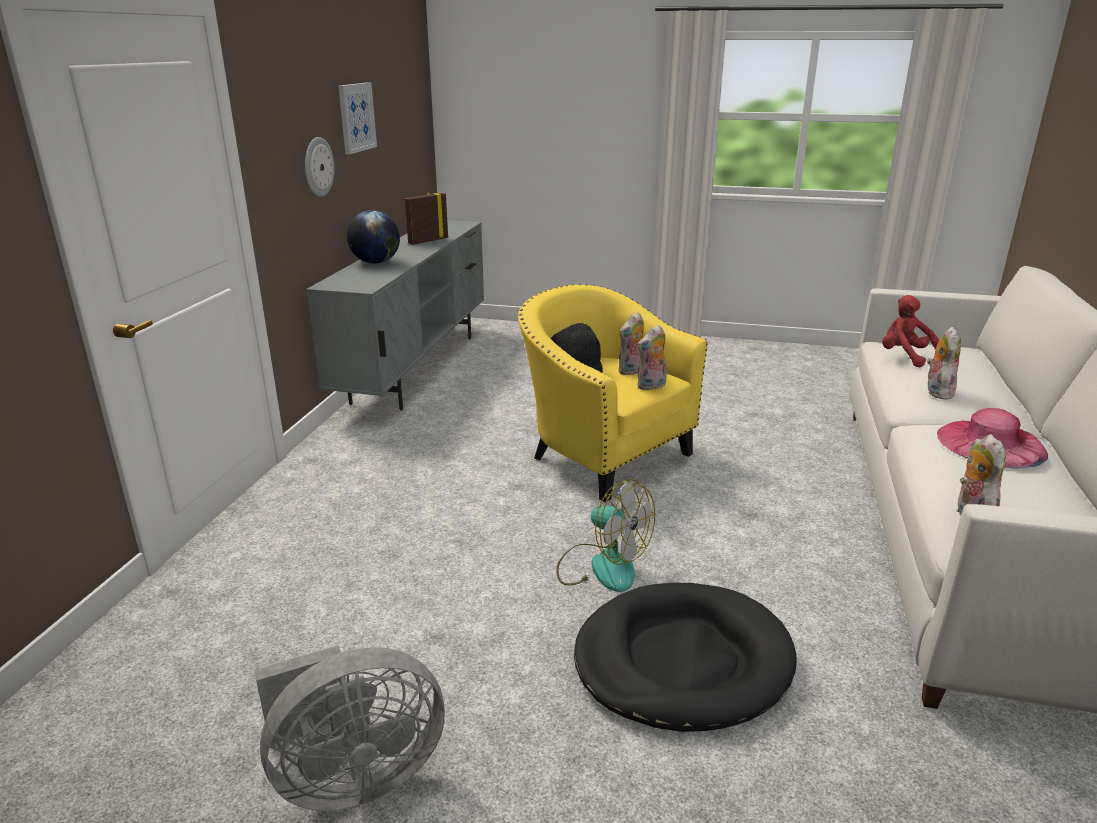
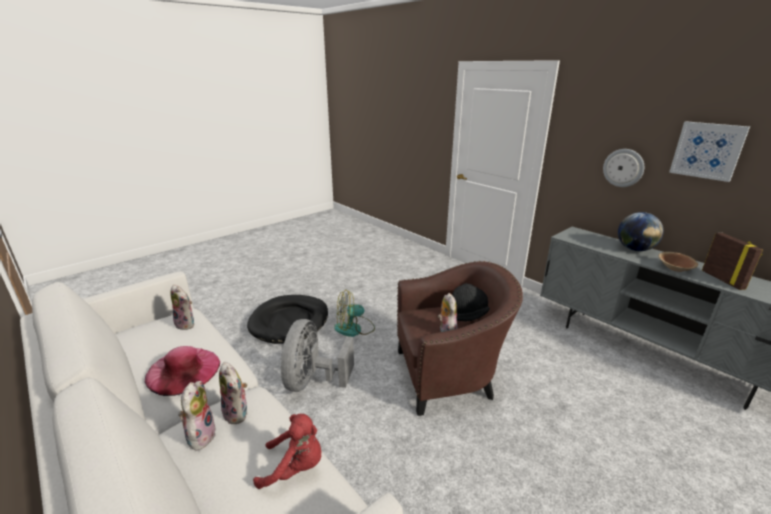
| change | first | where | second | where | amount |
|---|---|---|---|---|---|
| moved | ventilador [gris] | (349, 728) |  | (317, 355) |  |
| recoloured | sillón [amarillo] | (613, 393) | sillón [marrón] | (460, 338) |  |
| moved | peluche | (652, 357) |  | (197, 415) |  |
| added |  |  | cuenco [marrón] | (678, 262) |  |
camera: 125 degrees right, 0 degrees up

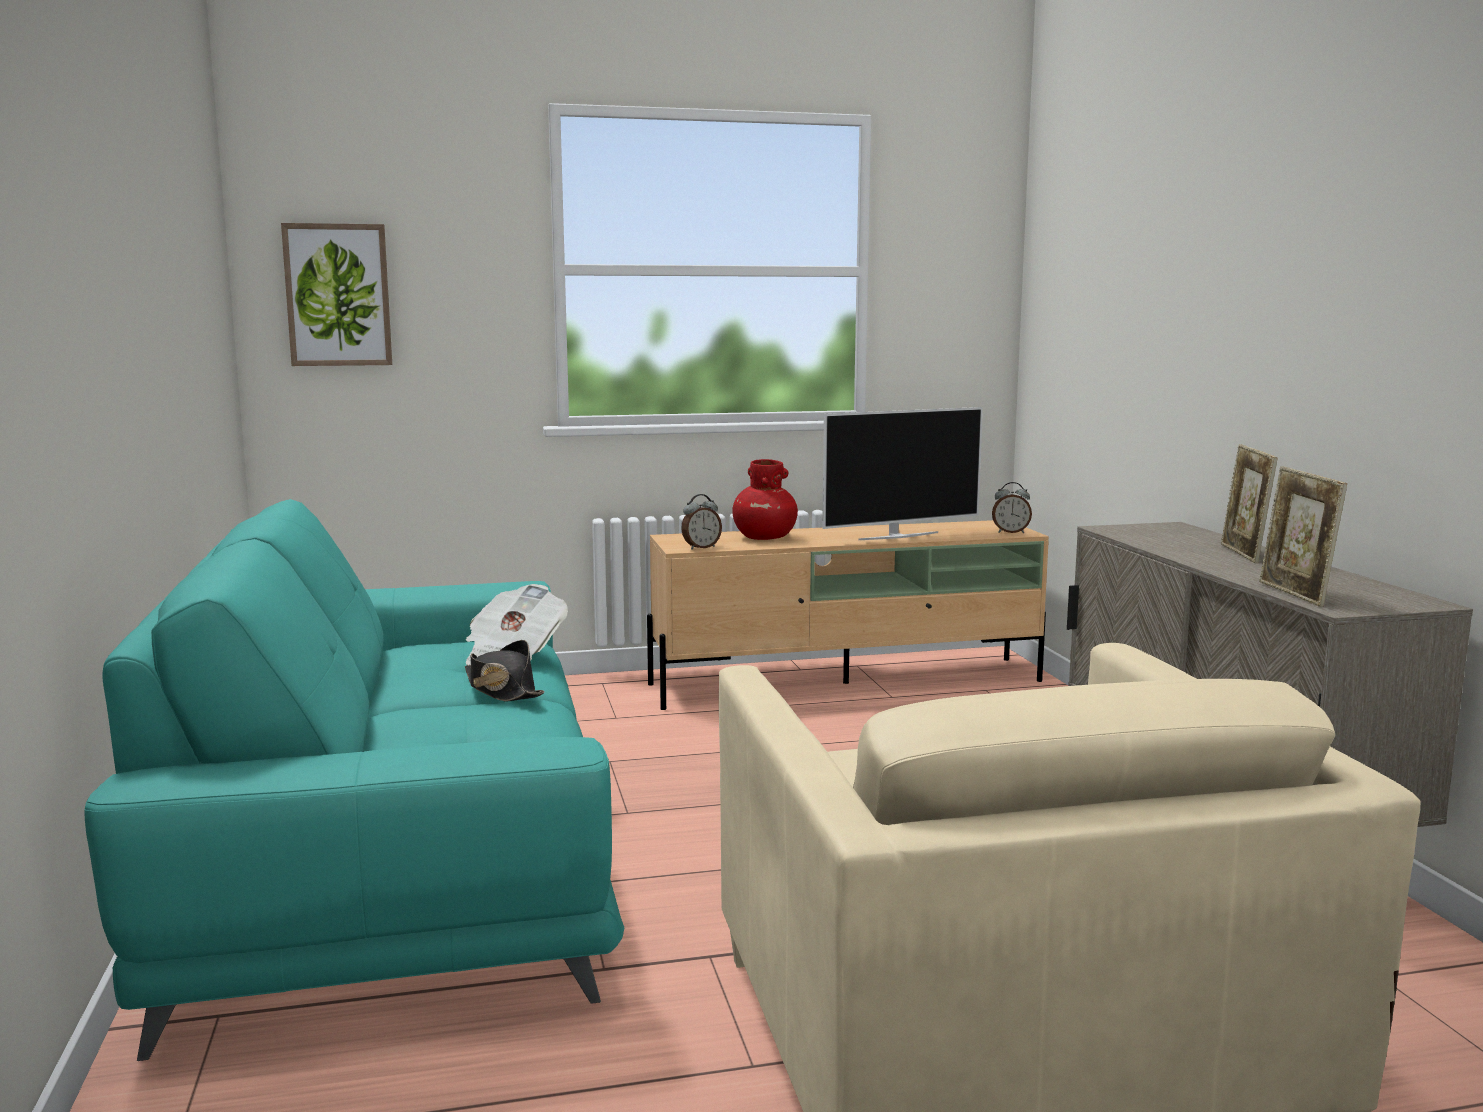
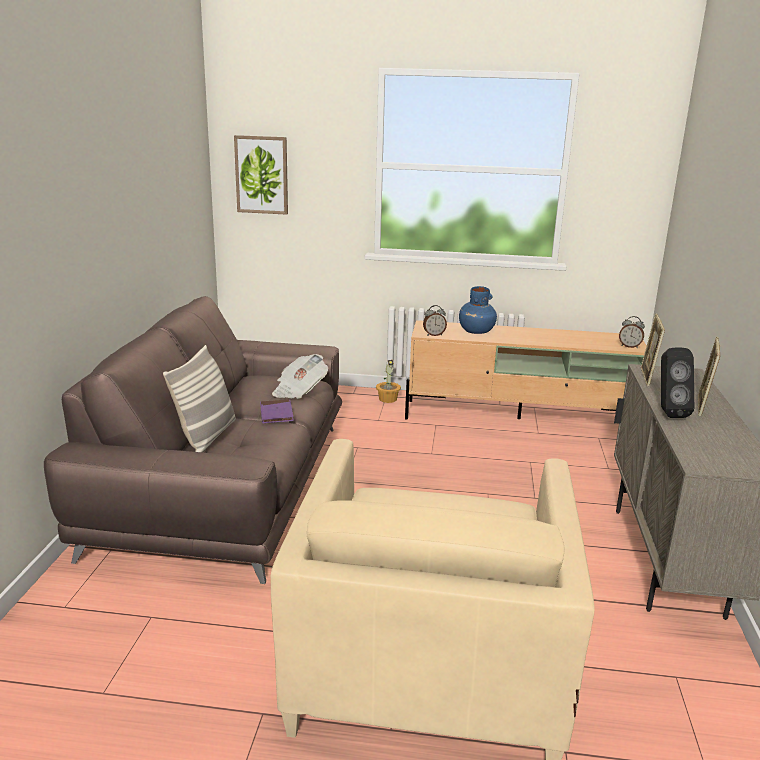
| change | first | where | second | where | amount |
|---|---|---|---|---|---|
| recoloured | sofá [turquesa] | (354, 780) | sofá [marrón] | (193, 440) |  |
| replaced | sombrero [negro] | (504, 671) | libro [morado] | (277, 411) |  |
| recoloured | florero [rojo] | (765, 499) | florero [azul] | (478, 310) |  |
| removed | televisor | (902, 473) |  |  |  |
| moved | portarretratos | (1303, 536) |  | (653, 349) |  |
| added |  |  | cojín | (199, 399) |  |
| added |  |  | planta en maceta | (388, 381) |  |
| added |  |  | altavoz [negro] | (677, 382) |  |
camera: 20 degrees right, 10 degrees up

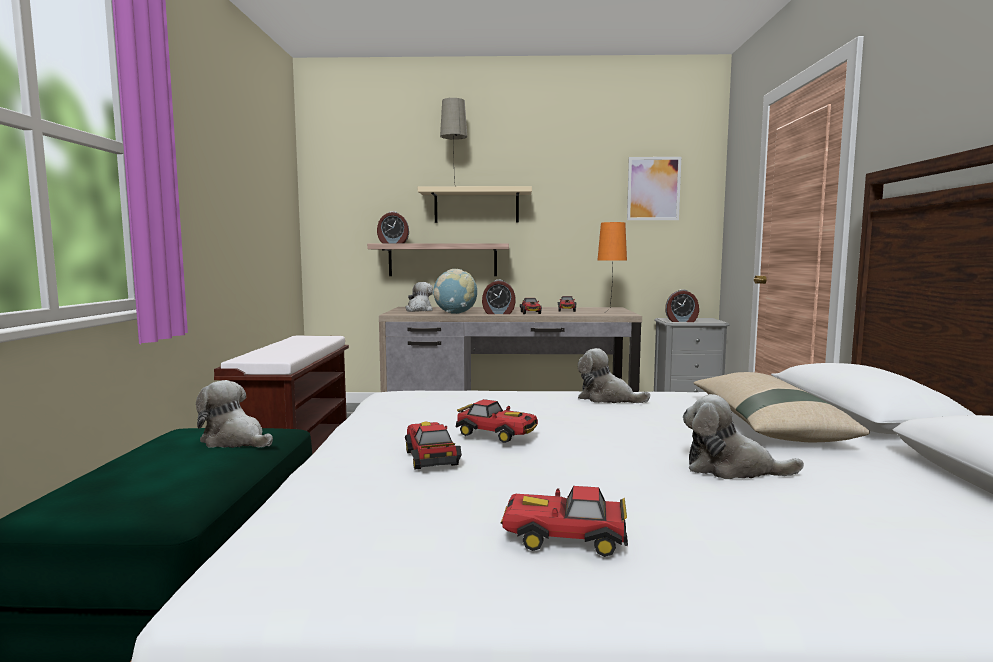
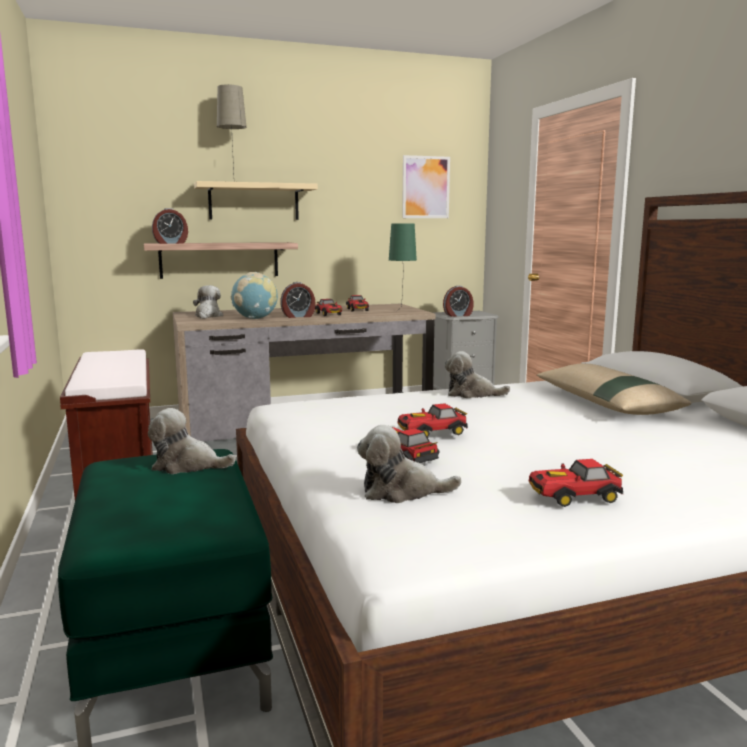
| change | first | where | second | where | amount |
|---|---|---|---|---|---|
| turned | coche de juguete | (497, 421) |  | (432, 420) | 150 degrees clockwise |
| recoloured | lámpara de mesa [naranja] | (612, 267) | lámpara de mesa [verde] | (403, 267) |  |
| moved | peluche | (743, 436) |  | (409, 464) |  |
camera: 20 degrees left, 5 degrees up

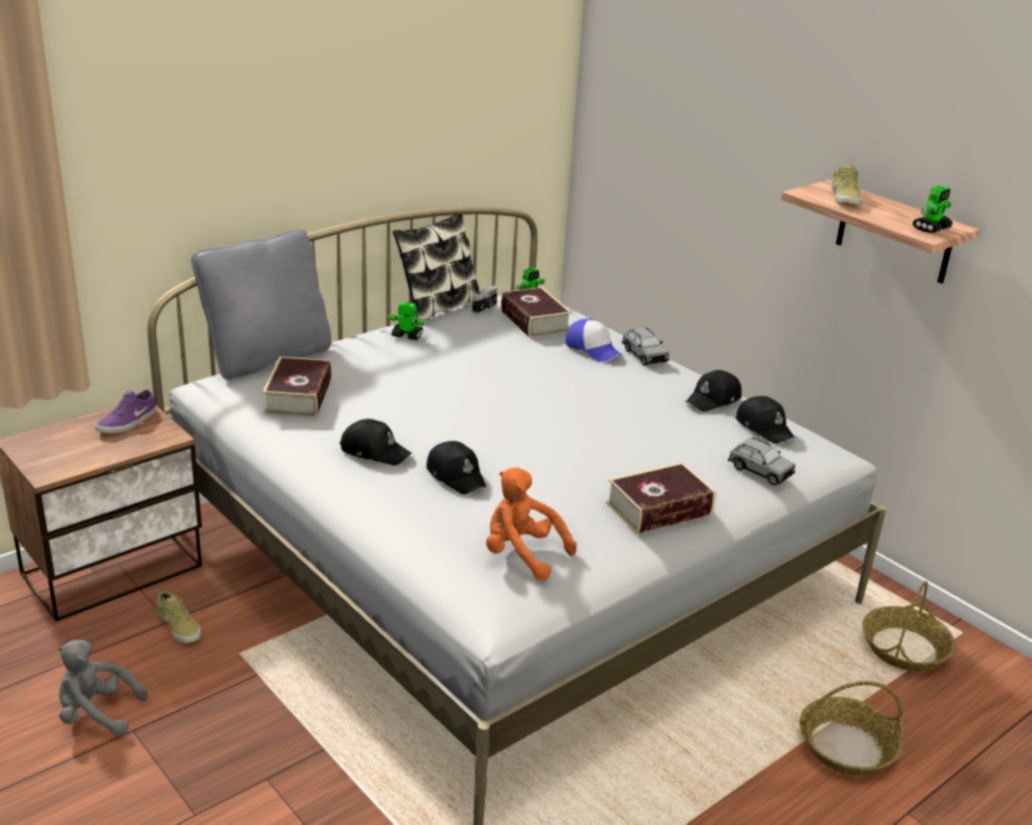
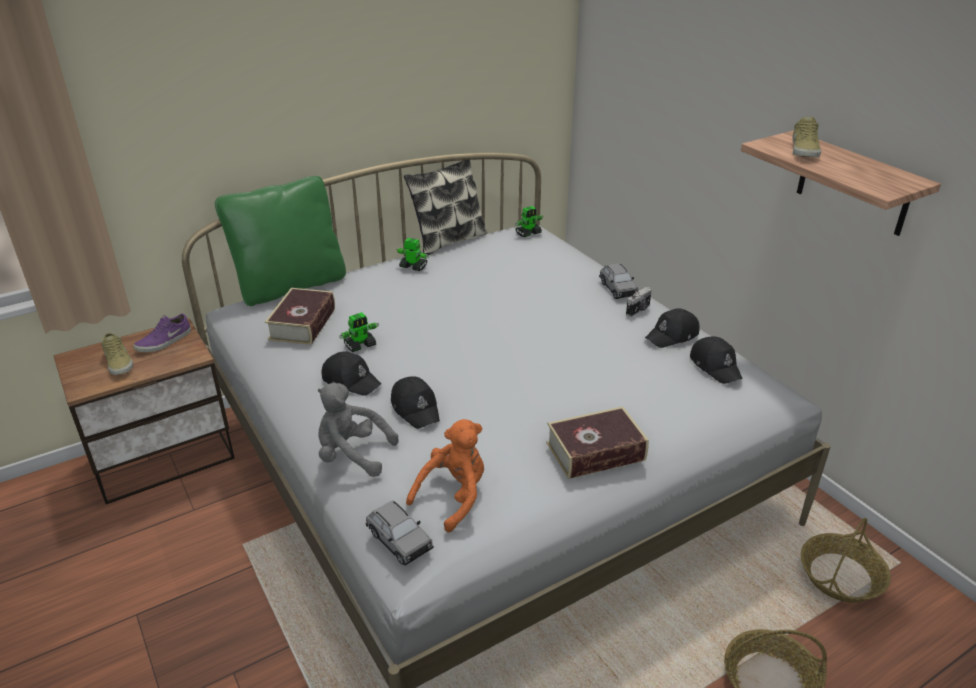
| change | first | where | second | where | amount |
|---|---|---|---|---|---|
| moved | peluche [gris] | (103, 688) |  | (358, 430) |  |
| moved | zapato [beis] | (179, 617) |  | (117, 354) |  |
| recoloured | cojín [gris] | (261, 305) | cojín [verde] | (280, 241) |  |
| moved | cámara | (484, 299) |  | (639, 302) |  |
| turned | peluche [naranja] | (531, 524) |  | (445, 475) | 90 degrees clockwise |
| removed | libro | (536, 312) |  |  |  |
| removed | gorra | (594, 340) |  |  |  |
| moved | coche de juguete [gris] | (761, 461) |  | (399, 532) |  |
| moved | robot de juguete | (933, 209) |  | (359, 332) |  |
camera: 10 degrees right, 5 degrees up

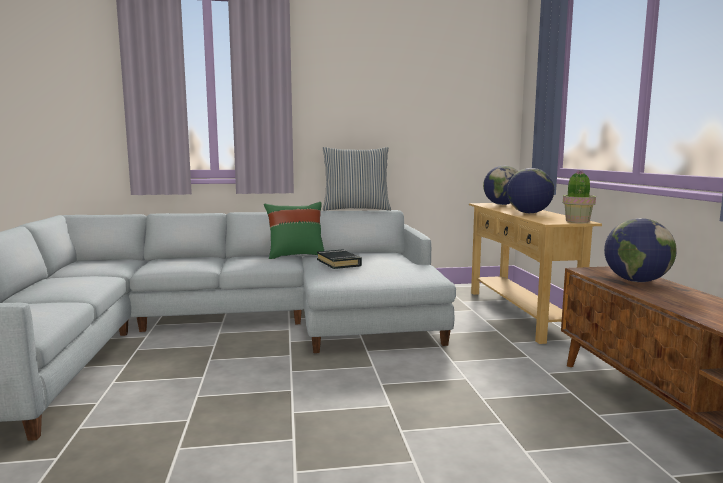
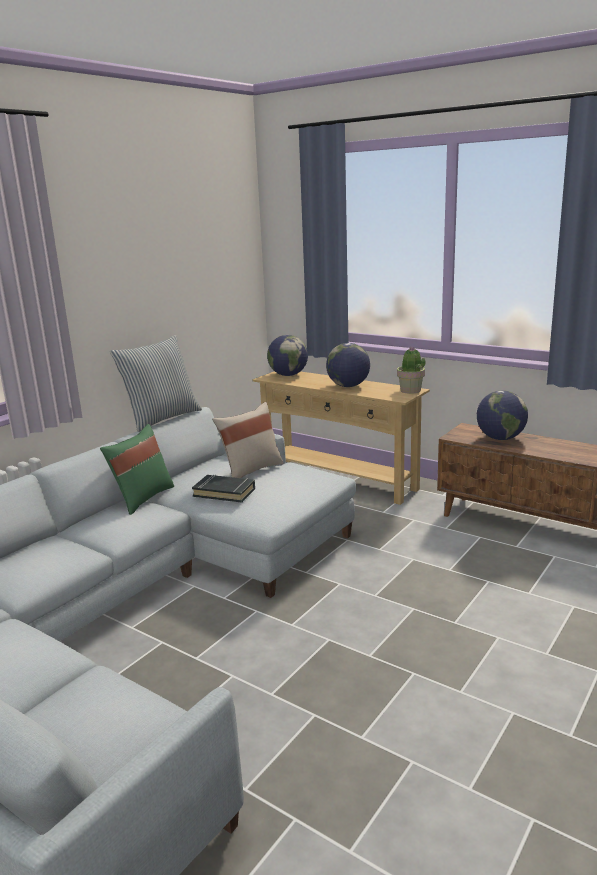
| change | first | where | second | where | amount |
|---|---|---|---|---|---|
| added |  |  | cojín [beis] | (247, 440) |  |
camera: 45 degrees left, 10 degrees up

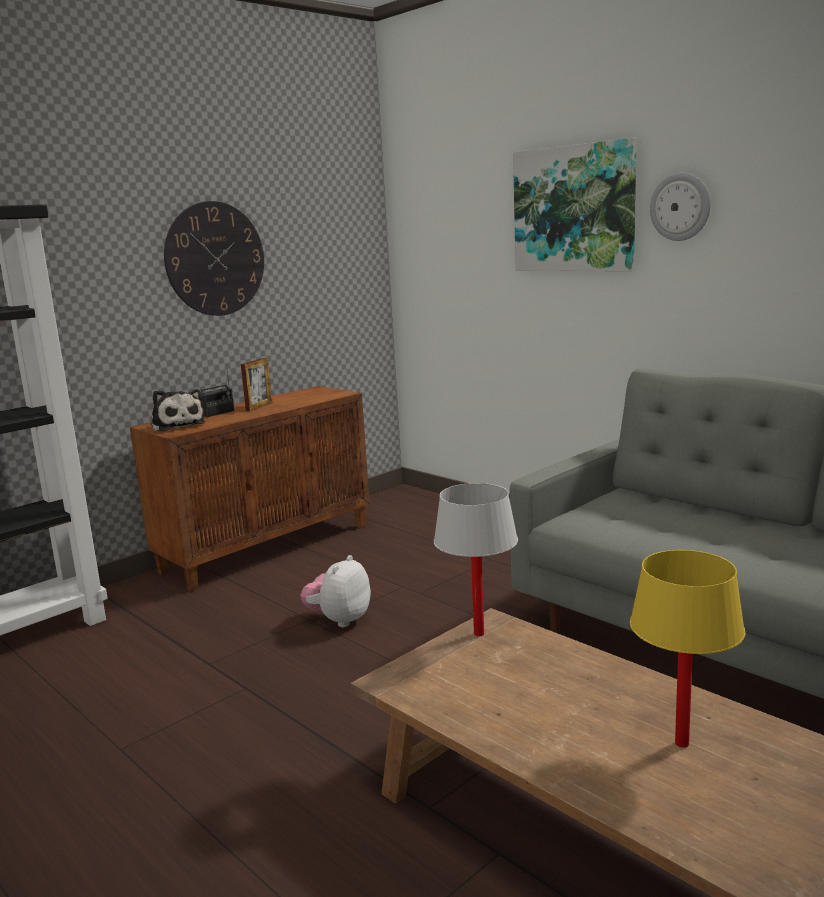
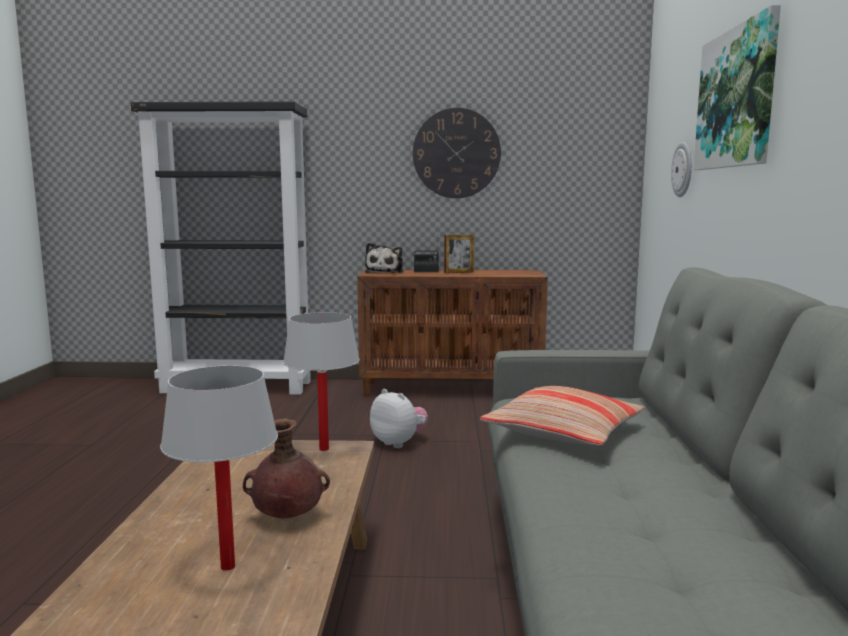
| change | first | where | second | where | amount |
|---|---|---|---|---|---|
| turned | peluche | (336, 591) |  | (399, 418) | 60 degrees clockwise |
| recoloured | lámpara de mesa [amarillo] | (687, 649) | lámpara de mesa [blanco] | (219, 468) |  |
| moved | reloj de pared | (680, 207) |  | (681, 169) |  |
| added |  |  | florero [marrón] | (286, 469) |  |
| added |  |  | cojín | (562, 415) |  |
camera: 45 degrees right, 5 degrees down

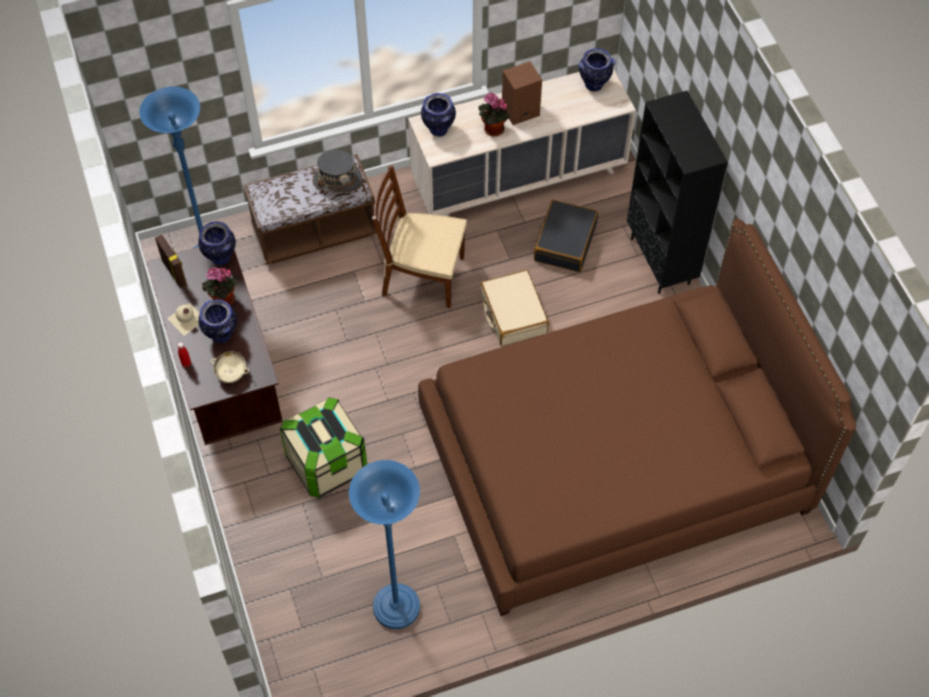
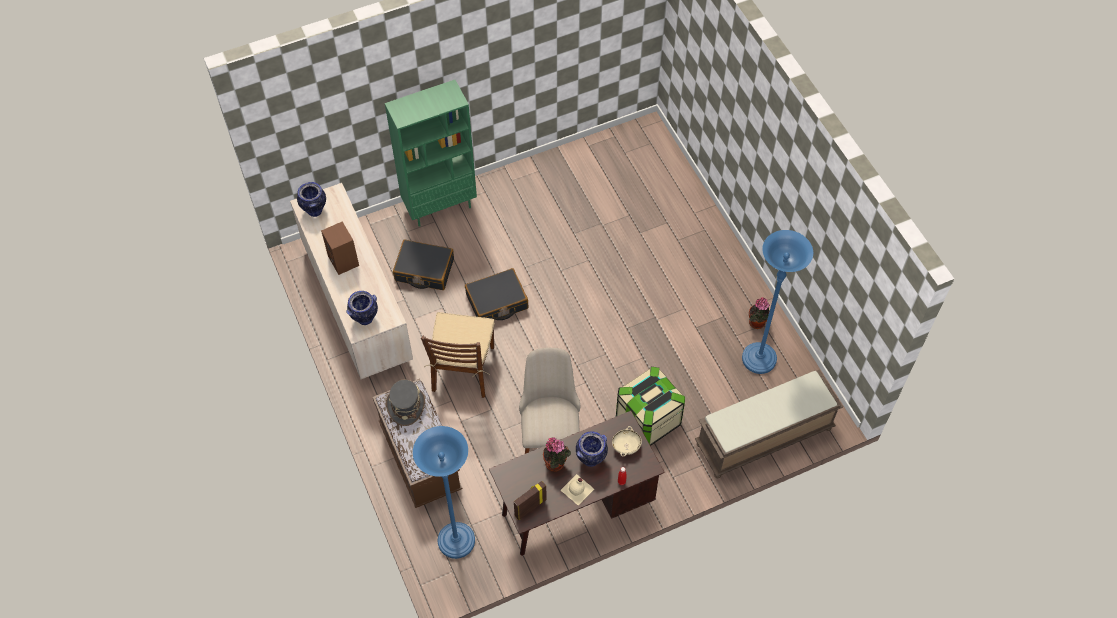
| change | first | where | second | where | amount |
|---|---|---|---|---|---|
| removed | florero | (217, 244) |  |  |  |
| removed | cama [marrón] | (637, 417) |  |  |  |
| moved | planta en maceta | (494, 114) |  | (759, 313) |  |
| recoloured | maleta [beis] | (514, 308) | maleta [negro] | (496, 294) |  |
| recoloured | estantería [negro] | (677, 192) | estantería [verde] | (431, 153) |  |
| added |  |  | silla [beis] | (550, 401) |  |
| added |  |  | banco [marrón] | (769, 424) |  |
camera: 95 degrees left, 0 degrees up

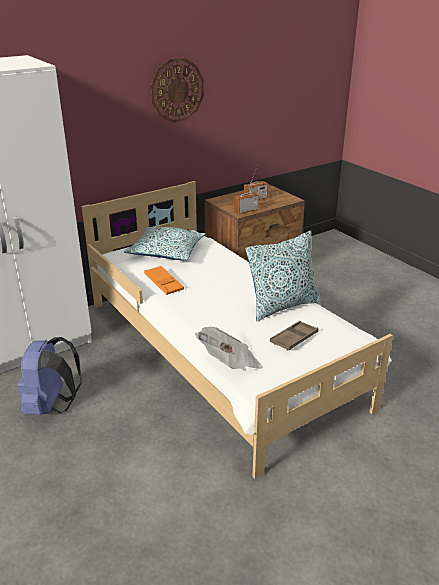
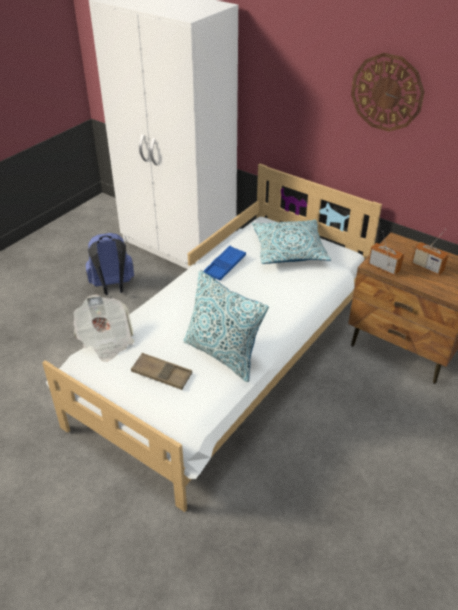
| change | first | where | second | where | amount |
|---|---|---|---|---|---|
| recoloured | bandeja [naranja] | (164, 280) | bandeja [azul] | (224, 263) |  |
camera: 70 degrees right, 10 degrees up

